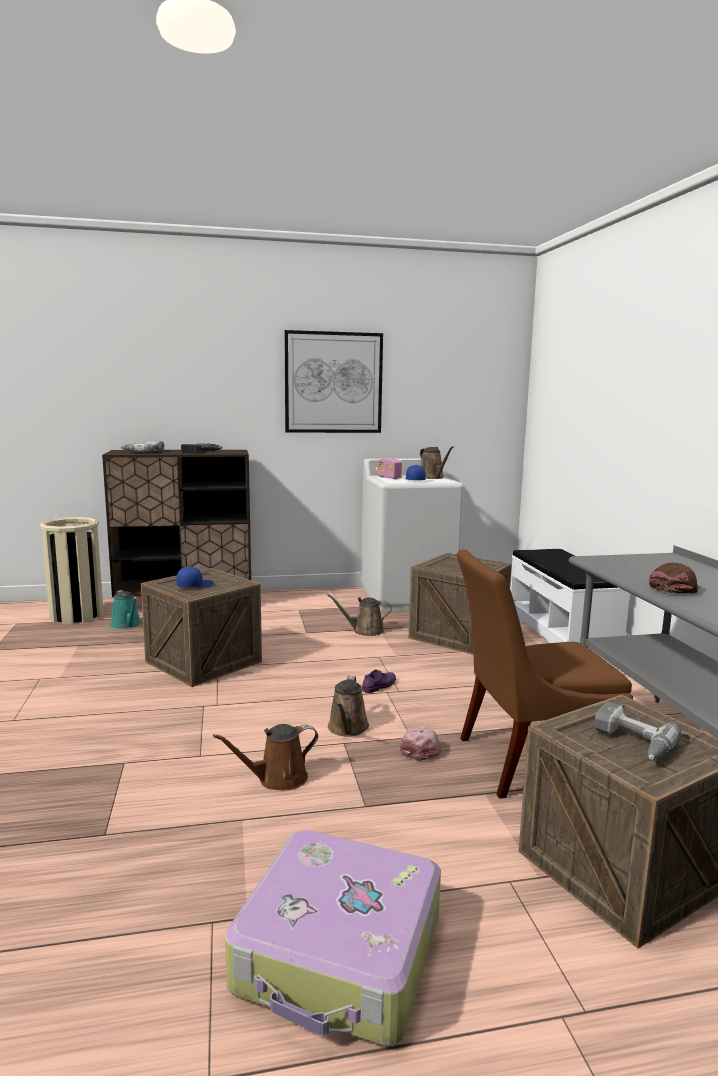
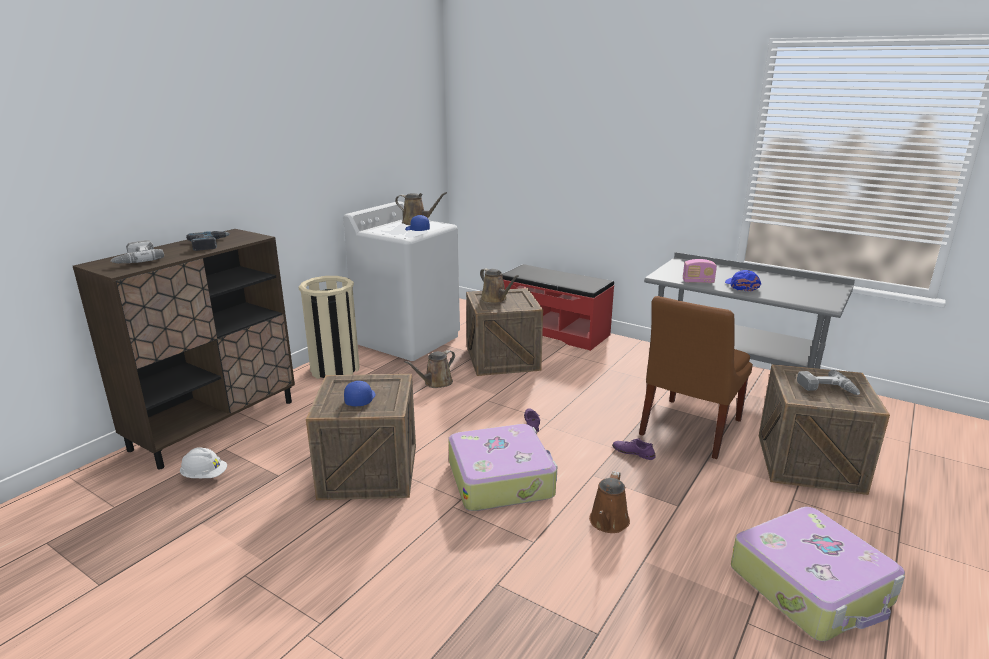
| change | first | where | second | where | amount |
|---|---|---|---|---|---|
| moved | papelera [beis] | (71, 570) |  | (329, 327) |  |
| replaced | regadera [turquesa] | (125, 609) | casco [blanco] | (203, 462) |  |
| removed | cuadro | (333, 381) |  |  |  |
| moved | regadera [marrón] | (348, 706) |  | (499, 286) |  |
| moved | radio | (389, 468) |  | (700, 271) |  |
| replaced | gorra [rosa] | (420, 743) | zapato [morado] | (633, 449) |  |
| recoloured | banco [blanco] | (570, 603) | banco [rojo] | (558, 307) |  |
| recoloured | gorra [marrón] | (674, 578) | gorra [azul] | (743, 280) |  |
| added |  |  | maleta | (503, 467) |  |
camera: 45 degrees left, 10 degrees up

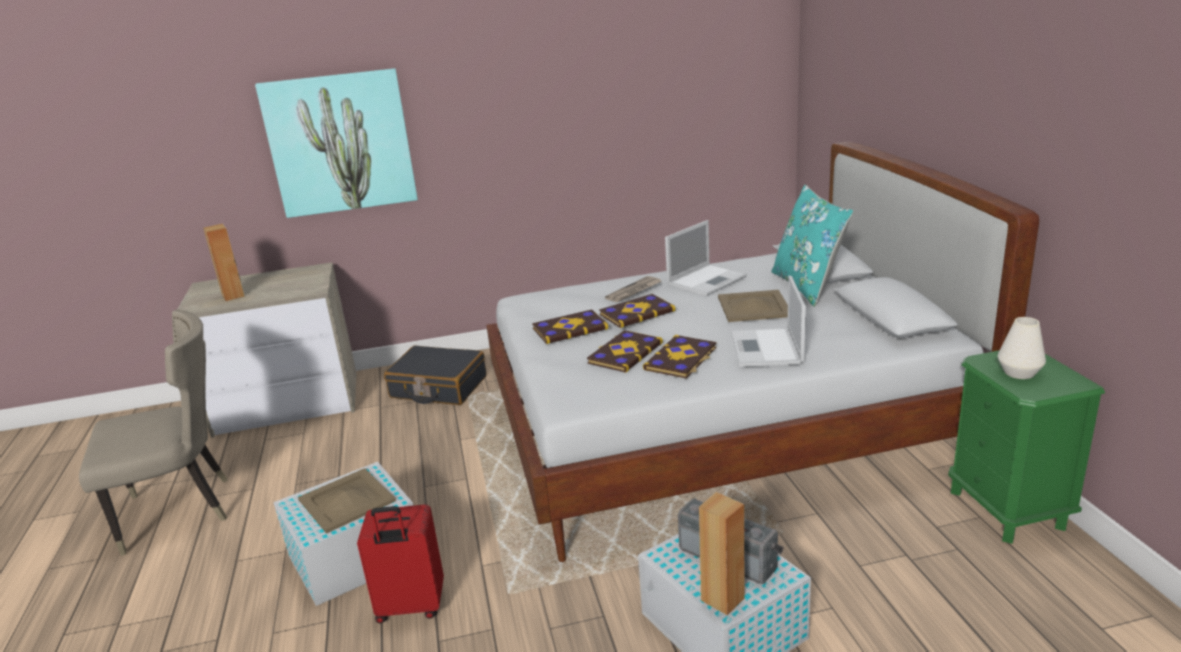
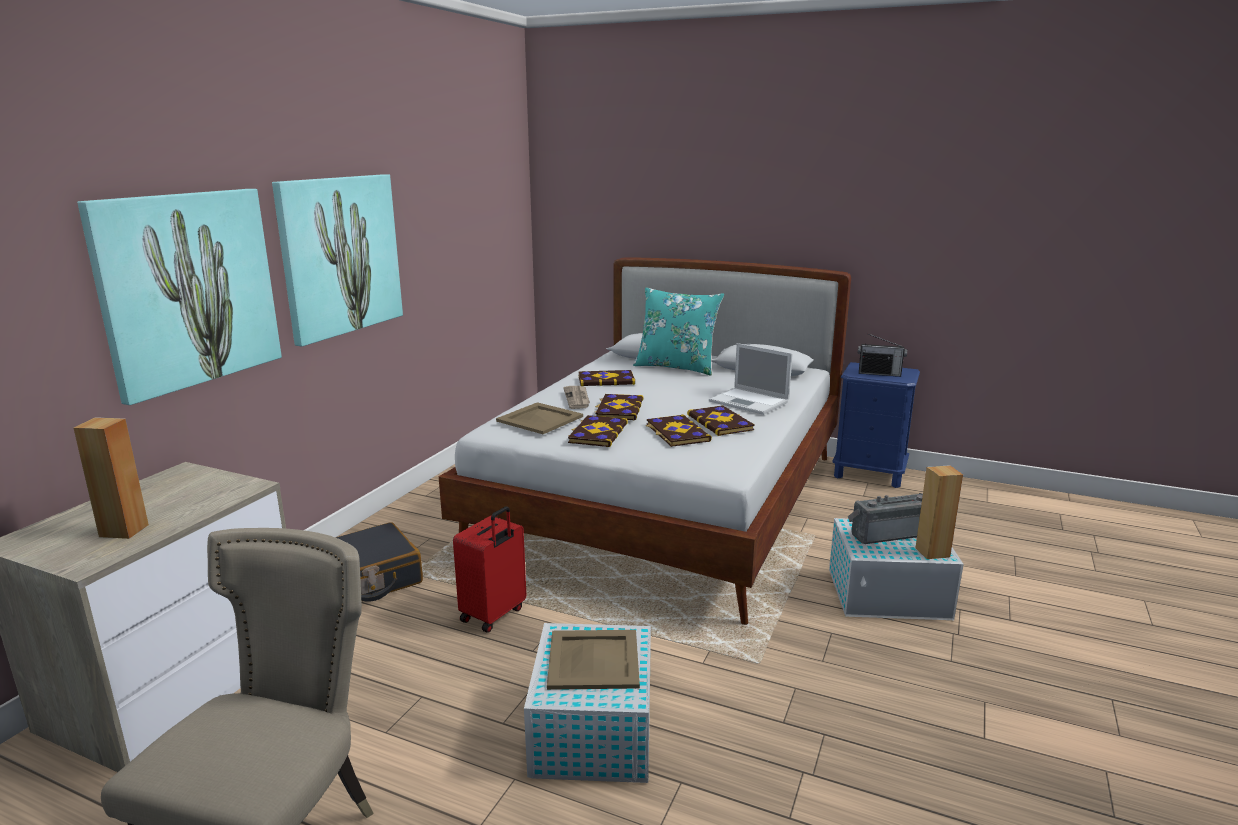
| change | first | where | second | where | amount |
|---|---|---|---|---|---|
| moved | maleta [rojo] | (400, 563) |  | (489, 569) |  |
| replaced | portátil | (706, 258) | libro | (606, 378) |  |
| moved | bandeja [beis] | (753, 306) |  | (539, 418) |  |
| recoloured | mesita de noche [verde] | (1026, 447) | mesita de noche [azul] | (876, 425) |  |
| replaced | florero [blanco] | (1022, 348) | radio | (882, 355) |  |
| added |  |  | cuadro | (337, 260) |  |
camera: 55 degrees left, 5 degrees down

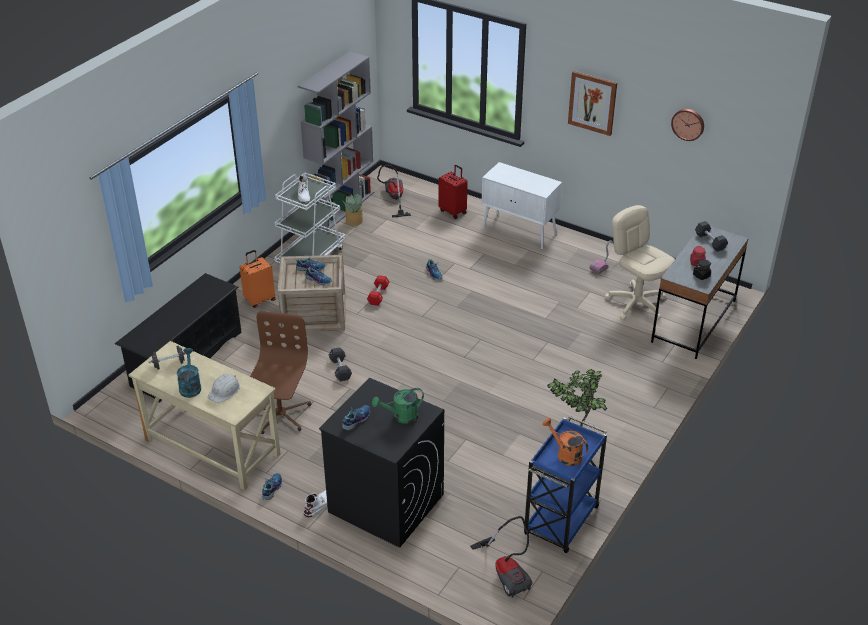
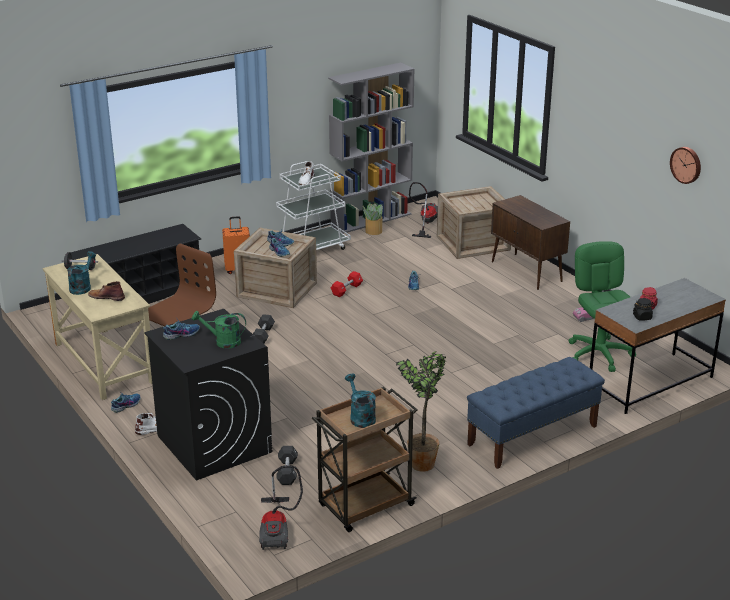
| change | first | where | second | where | amount |
|---|---|---|---|---|---|
| replaced | casco [blanco] | (224, 388) | bota [marrón] | (106, 291) |  |
| replaced | maleta [rojo] | (452, 192) | caja de embalaje | (474, 222) |  |
| recoloured | armario [blanco] | (521, 205) | armario [marrón] | (530, 242) |  |
| recoloured | carrito [azul] | (565, 484) | carrito [marrón] | (364, 459) |  |
| recoloured | regadera [naranja] | (565, 442) | regadera [turquesa] | (360, 401) |  |
| removed | cuadro | (592, 103) |  |  |  |
| recoloured | silla de oficina [beis] | (640, 262) | silla de oficina [verde] | (602, 306) |  |
| moved | mancuerna [negro] | (711, 236) |  | (287, 465) |  |
| added |  |  | banco [azul] | (536, 413) |  |
camera: 25 degrees right, 10 degrees down

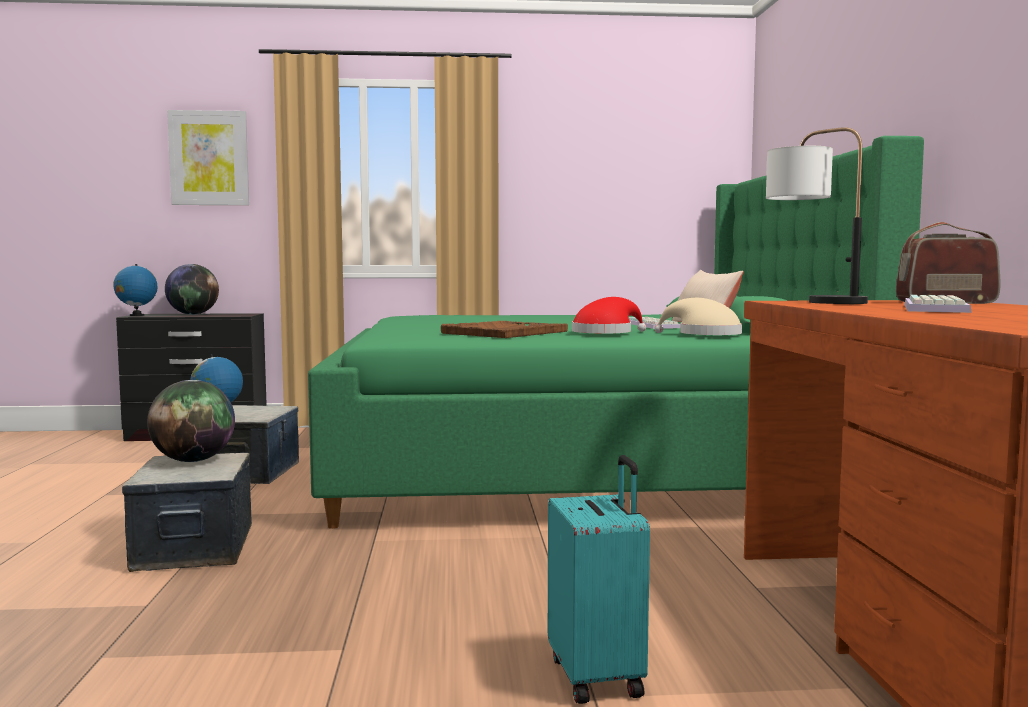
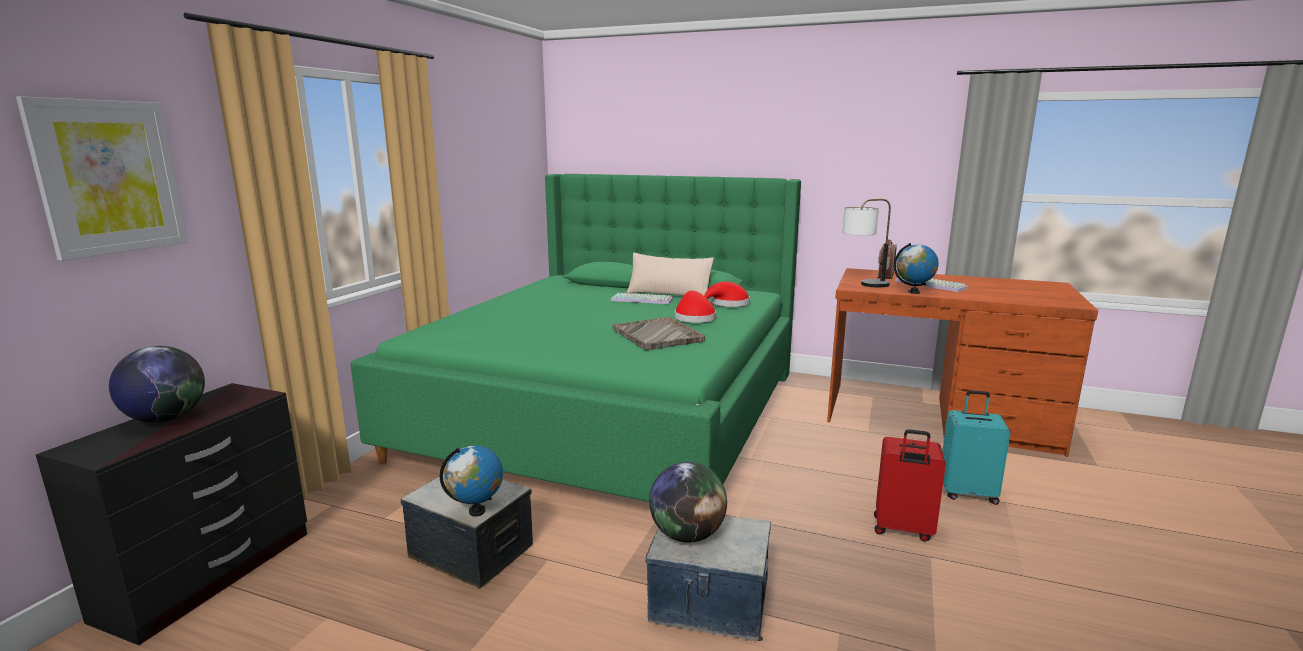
| change | first | where | second | where | amount |
|---|---|---|---|---|---|
| moved | globo terráqueo | (135, 290) |  | (916, 268) |  |
| recoloured | bandeja [marrón] | (504, 329) | bandeja [gris] | (658, 333) |  |
| recoloured | sombrero [beis] | (698, 316) | sombrero [rojo] | (727, 294) |  |
| added |  |  | maleta [rojo] | (910, 485) |  |
camera: 65 degrees left, 10 degrees up

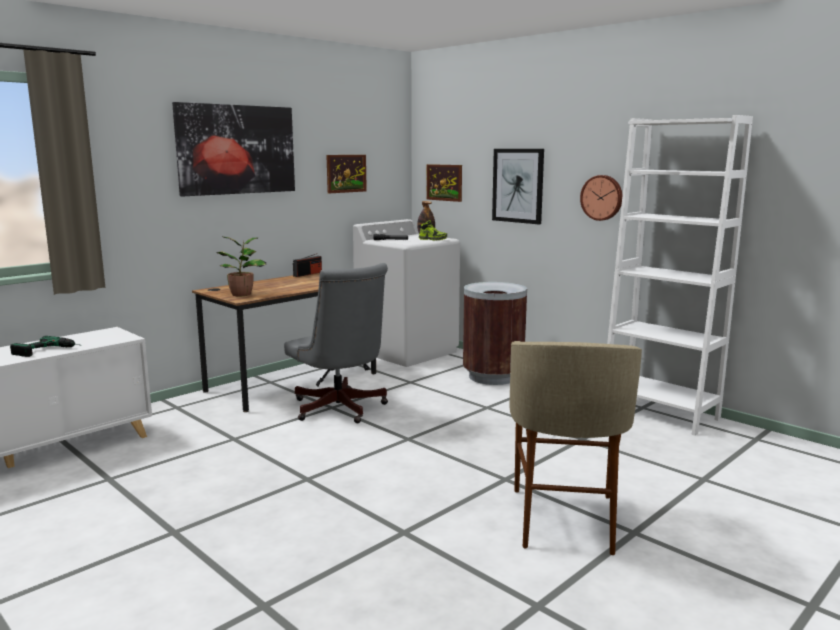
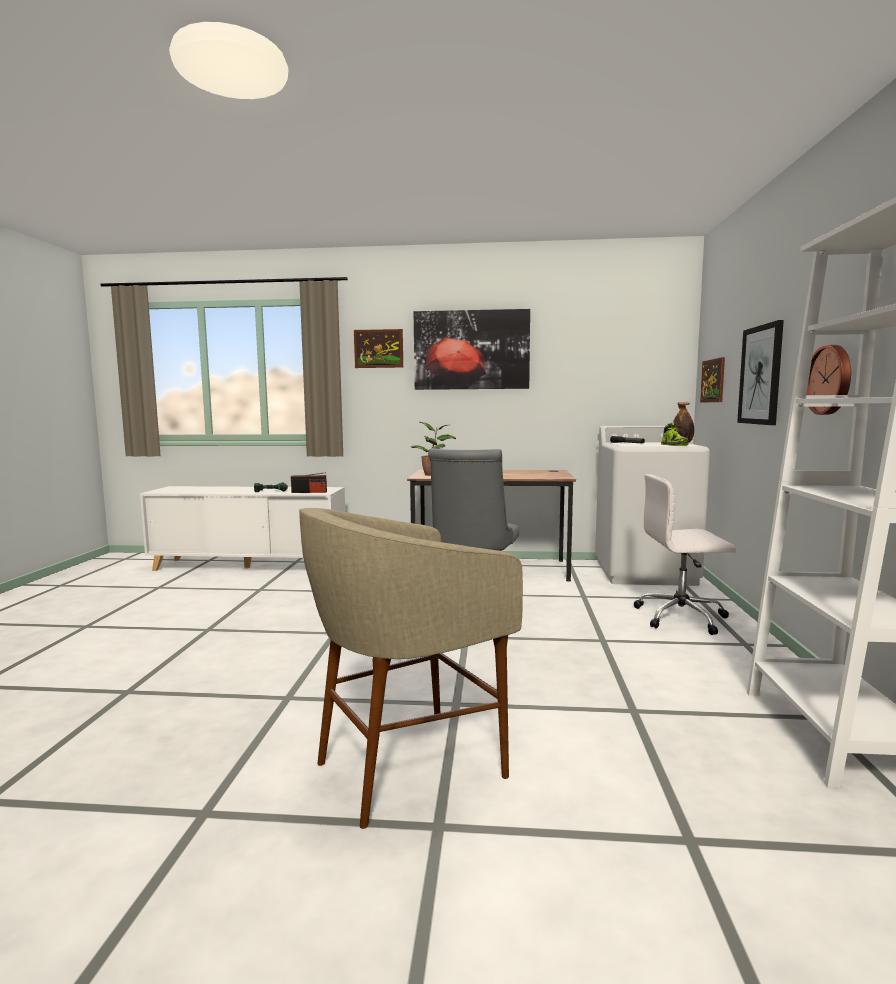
| change | first | where | second | where | amount |
|---|---|---|---|---|---|
| moved | radio | (307, 265) |  | (309, 482) |  |
| moved | cuadro | (346, 174) |  | (378, 348) |  |
| replaced | papelera [marrón] | (495, 333) | silla de oficina [blanco] | (684, 554) |  |
camera: 50 degrees right, 5 degrees down

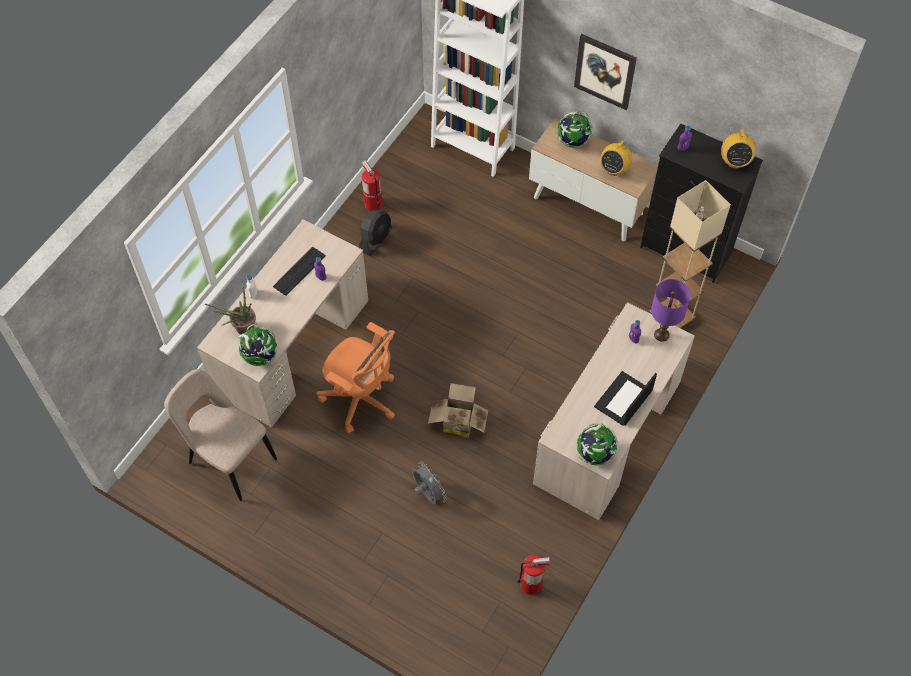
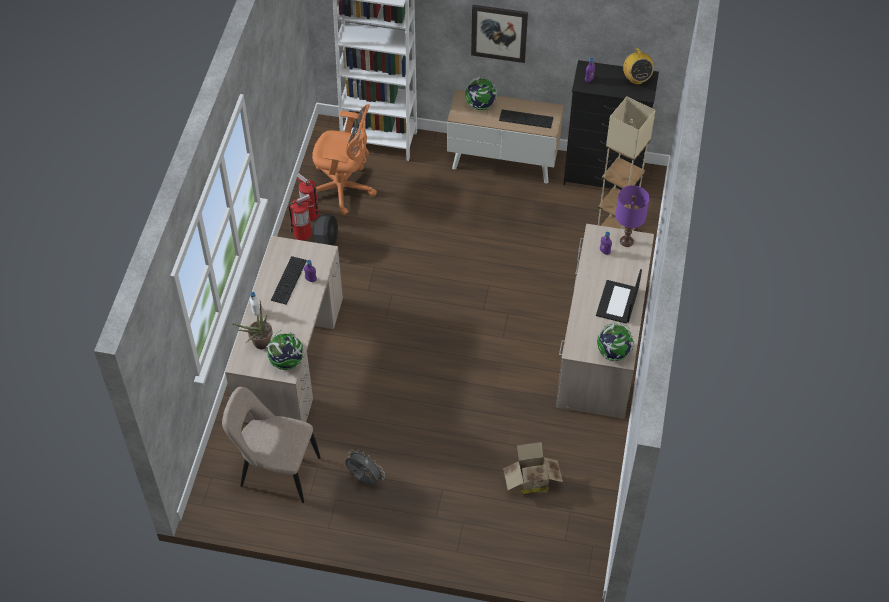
| change | first | where | second | where | amount |
|---|---|---|---|---|---|
| moved | silla de oficina [naranja] | (356, 377) |  | (344, 159) |  |
| moved | ventilador [gris] | (429, 483) |  | (365, 467) |  |
| moved | caja de cartón | (458, 410) |  | (533, 469) |  |
| moved | extintor | (534, 575) |  | (300, 217) |  |
| replaced | radio | (616, 158) | teclado | (526, 118) |  |
camera: 20 degrees left, 5 degrees down

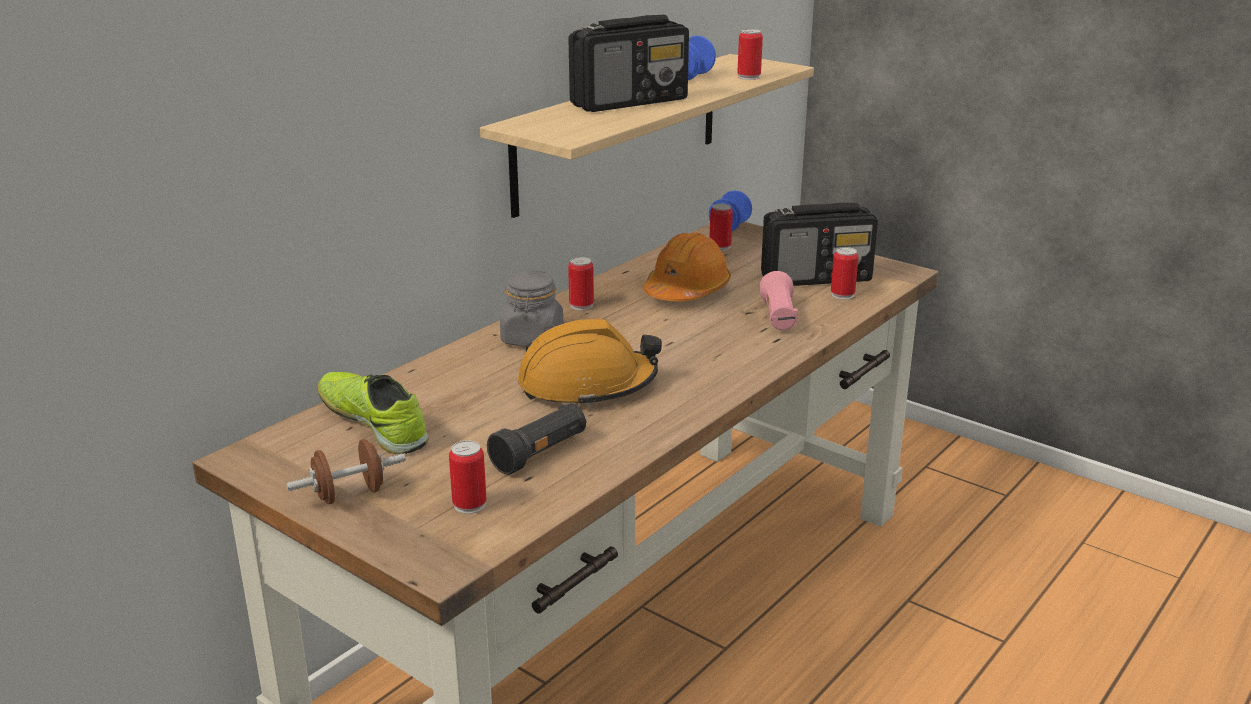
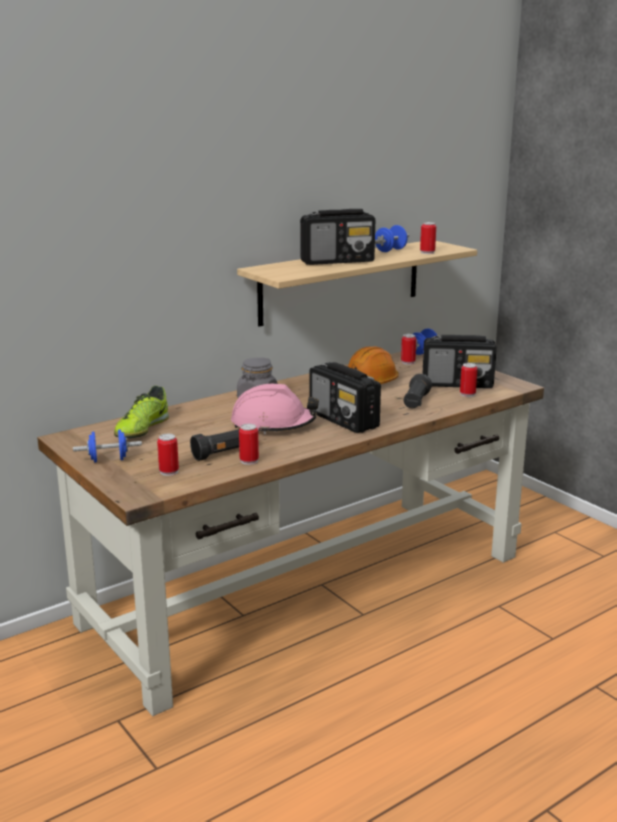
| change | first | where | second | where | amount |
|---|---|---|---|---|---|
| recoloured | mancuerna [marrón] | (346, 471) | mancuerna [azul] | (107, 446) |  |
| turned | zapato | (373, 413) |  | (141, 412) | 135 degrees counterclockwise |
| recoloured | casco [naranja] | (590, 363) | casco [rosa] | (275, 409) |  |
| moved | lata | (581, 283) |  | (249, 444) |  |
| recoloured | linterna [rosa] | (778, 300) | linterna [negro] | (418, 391) |  |
| added |  |  | radio | (345, 397) |  |
camera: 15 degrees right, 5 degrees down

